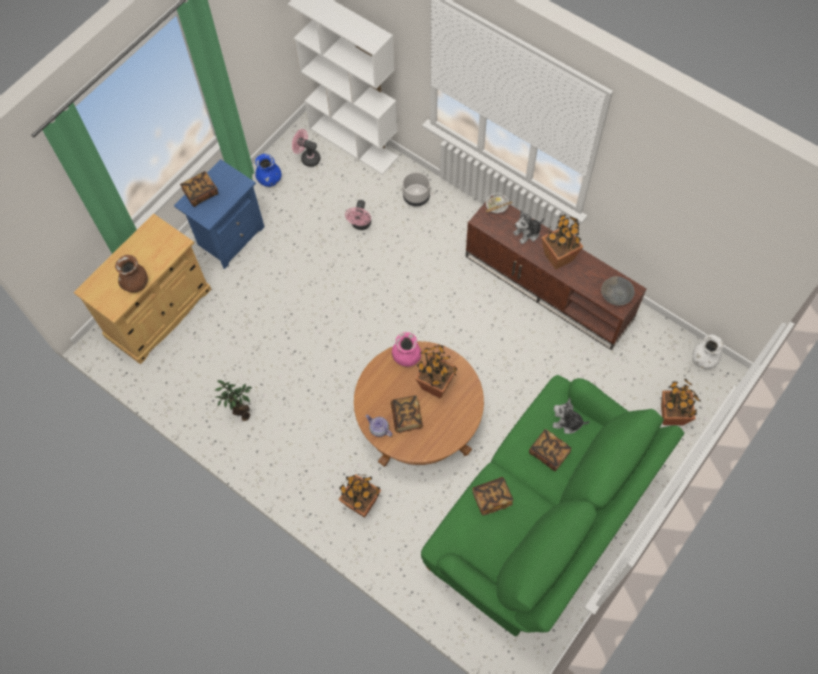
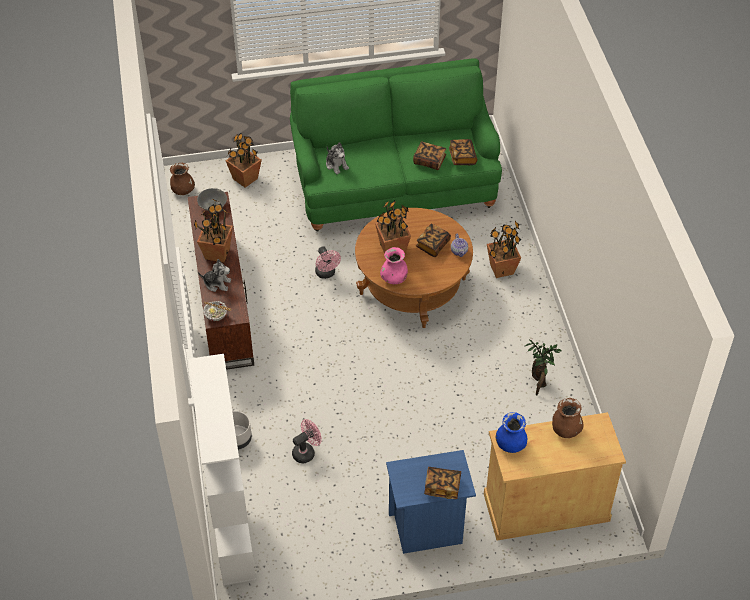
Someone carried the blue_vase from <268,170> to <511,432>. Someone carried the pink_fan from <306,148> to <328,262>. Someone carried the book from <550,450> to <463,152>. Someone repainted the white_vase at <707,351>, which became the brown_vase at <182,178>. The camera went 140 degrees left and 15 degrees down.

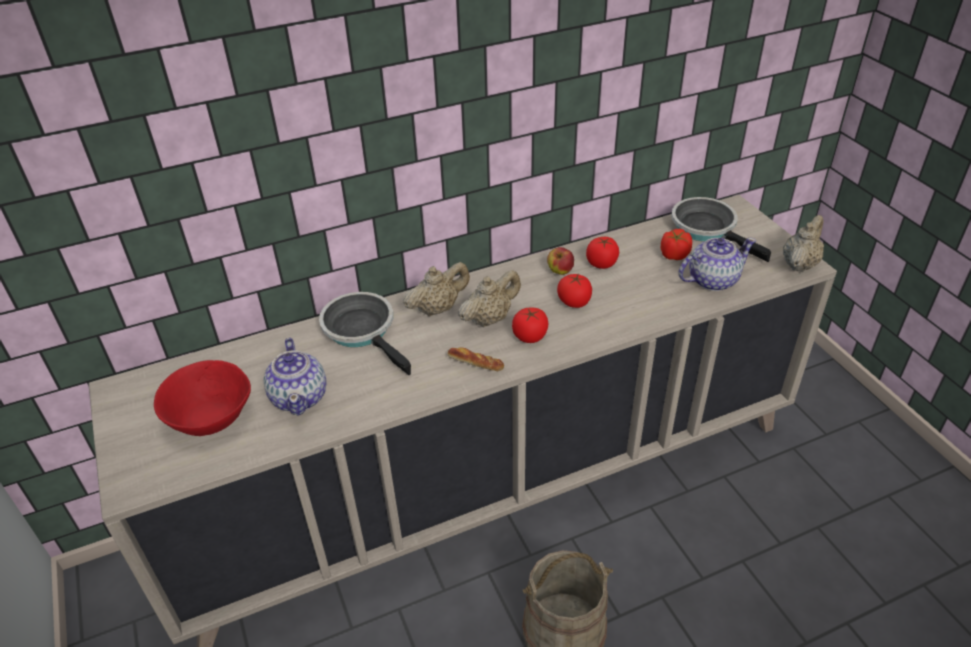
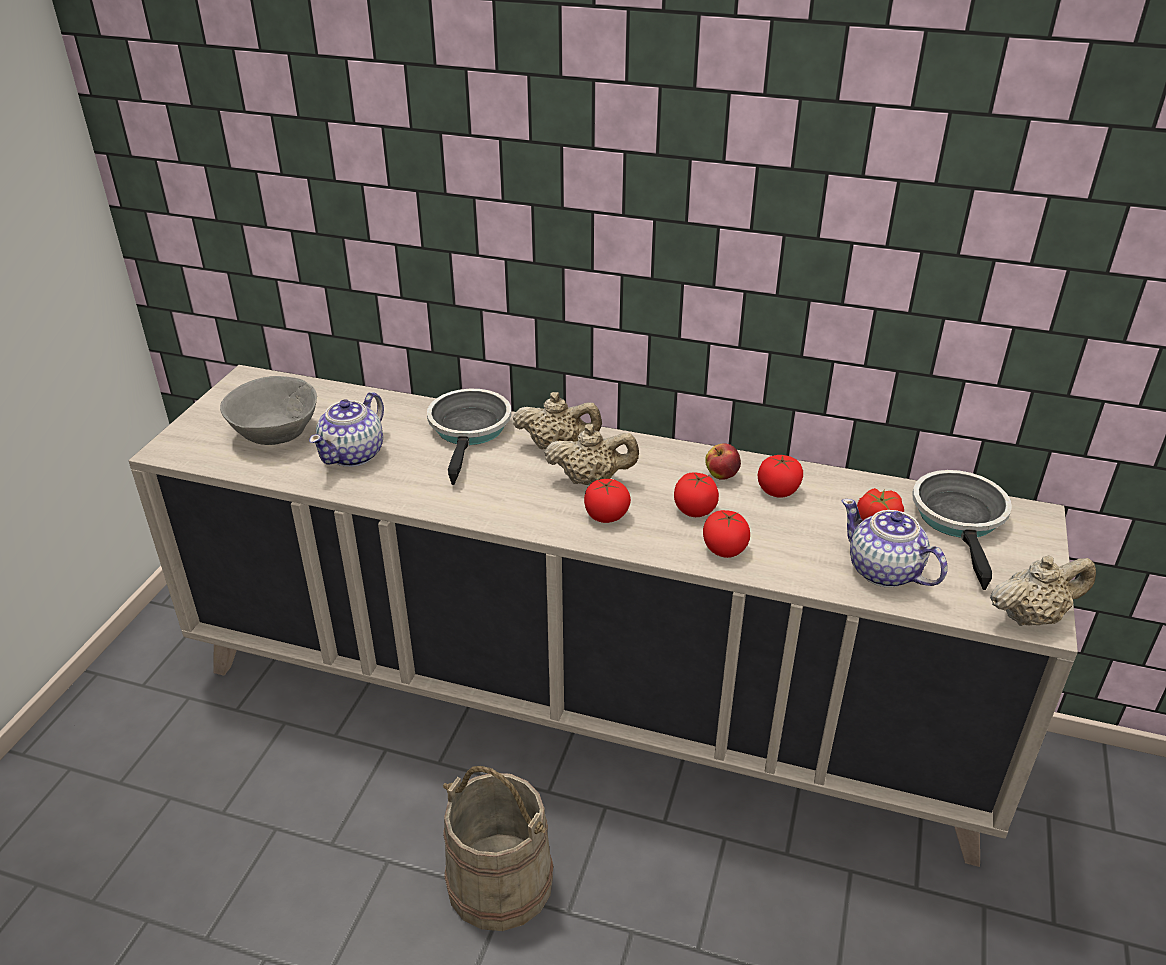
Someone repainted the red_bowl at <202,398>, which became the grey_bowl at <268,410>. Someone took away the bread at <476,359>. Someone rotated the teapot at <717,264> by 150 degrees counterclockwise. Someone put down the tomato at <726,534>. The camera went 40 degrees right and 5 degrees down.

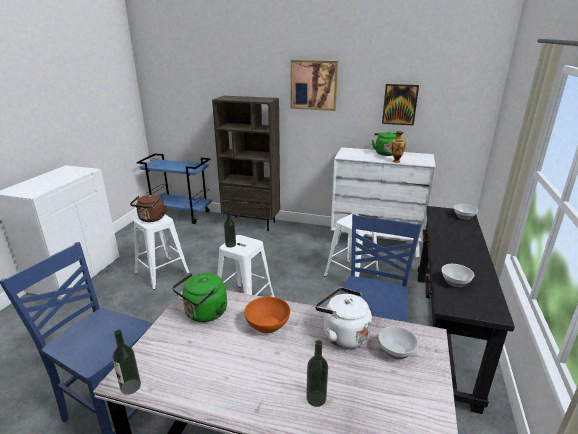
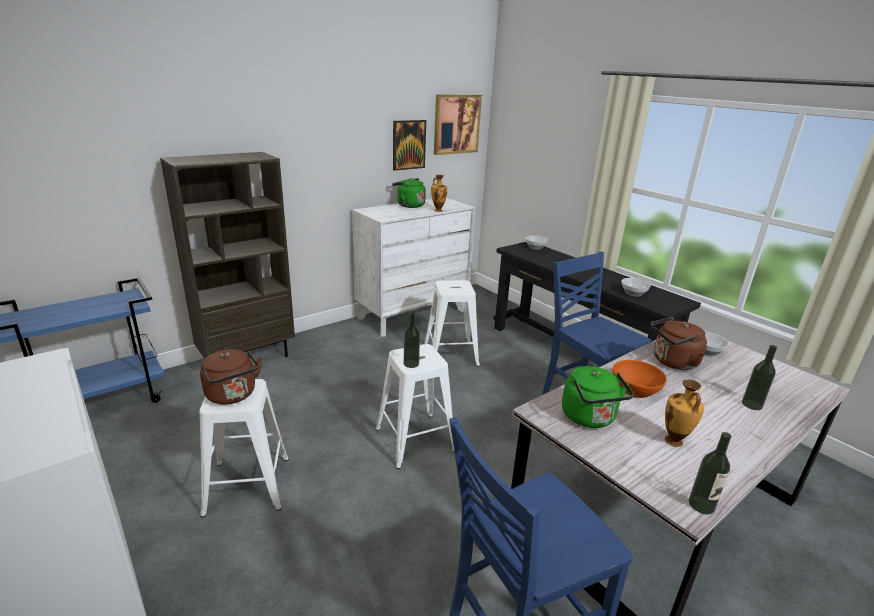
Someone carried the picture from <314,85> to <458,124>. Someone repainted the white_kettle at <343,318>, which became the brown_kettle at <678,343>. Someone put down the vase at <684,413>. The camera went 55 degrees left and 0 degrees up.

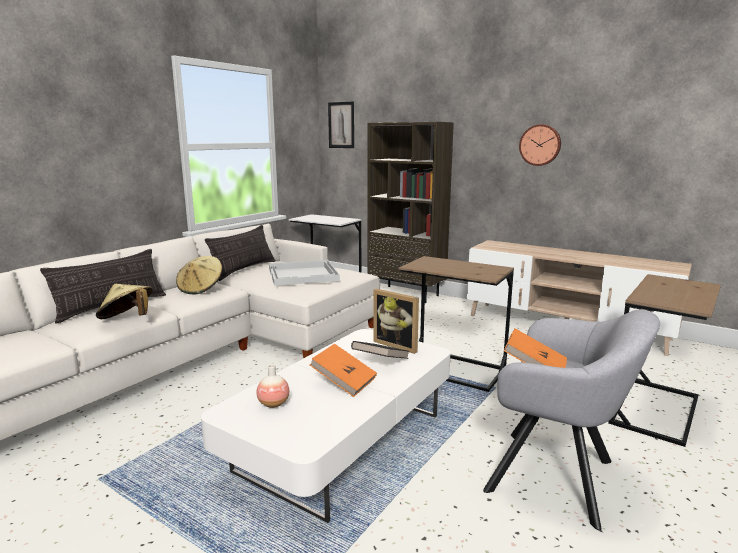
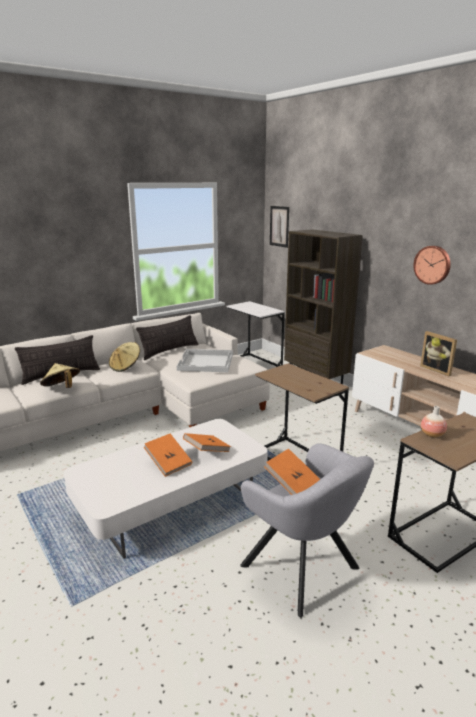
Someone carried the vase from <272,386> to <434,422>. Someone repainted the black_book at <380,350>, which became the orange_book at <207,442>. Someone carried the picture_frame from <396,321> to <438,353>. The camera went 20 degrees right and 5 degrees up.

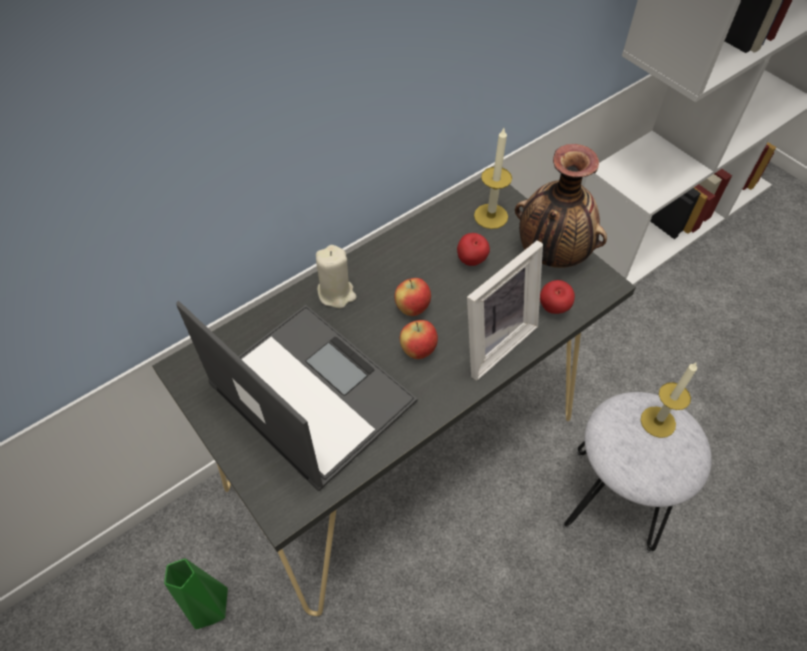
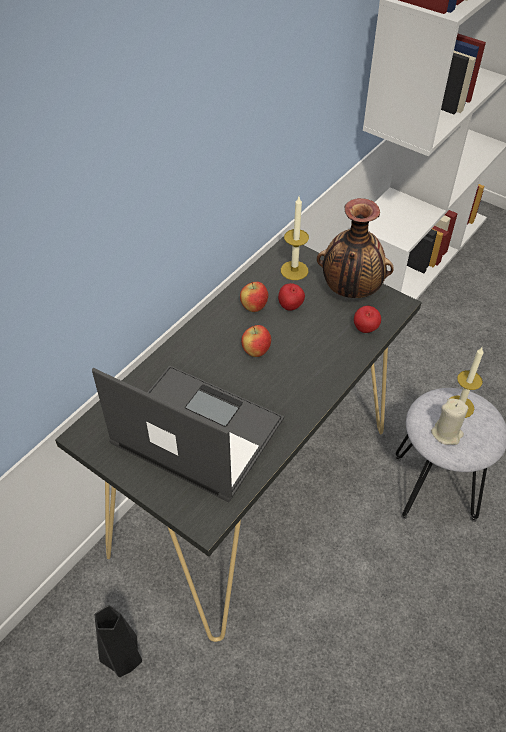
Someone repainted the green_vase at <196,594>, which became the black_vase at <118,641>. Someone carried the beige_candle from <336,276> to <449,421>. Someone carried the apple from <419,339> to <254,297>. Someone took away the picture_frame at <505,310>. The camera went 15 degrees left and 5 degrees down.

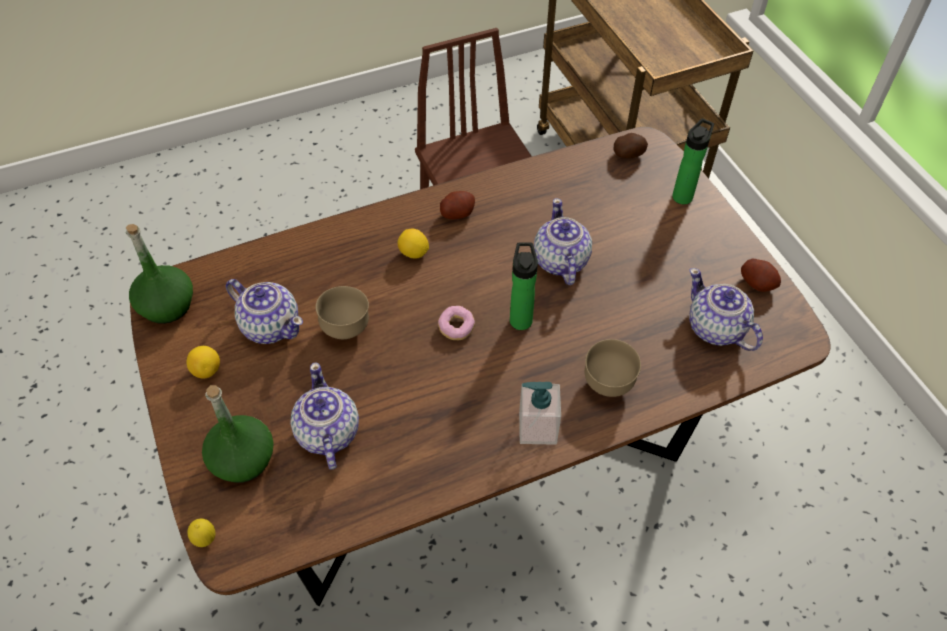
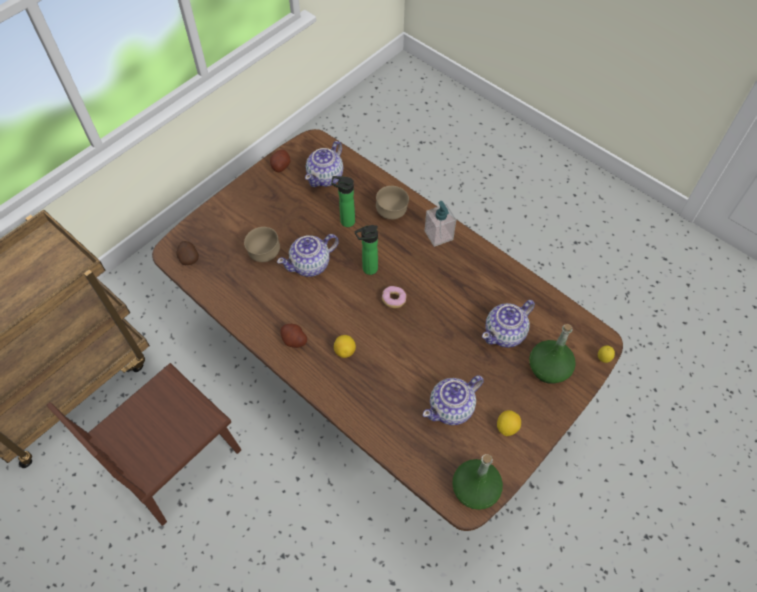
Someone rotated the teapot at <264,311> by 135 degrees counterclockwise. Someone carried the brown_bowl from <342,312> to <262,244>. Someone carried the bottle from <693,162> to <343,201>. The camera went 115 degrees left and 5 degrees up.

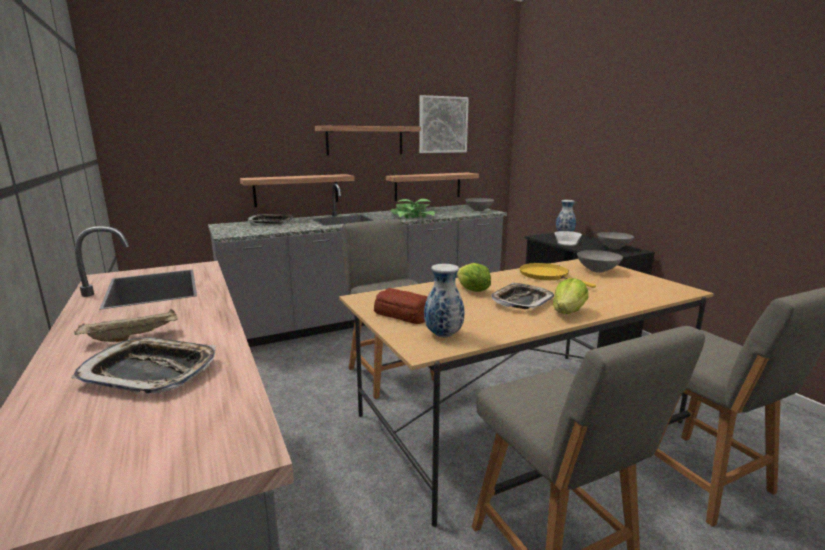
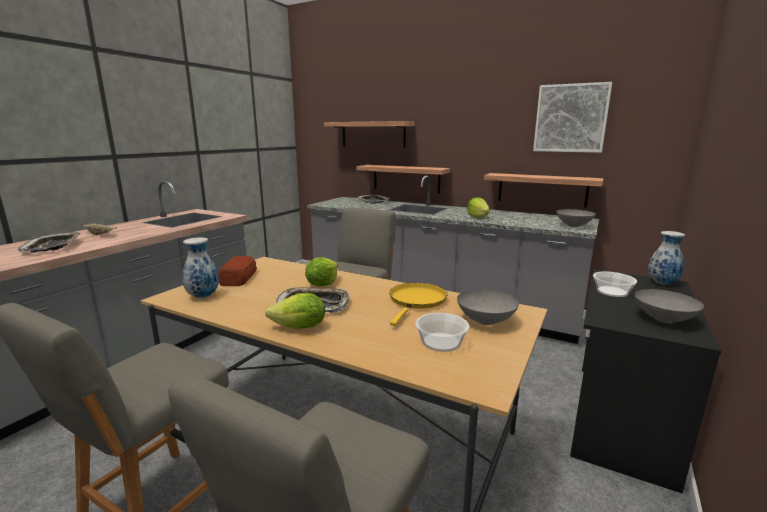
Someone carried the shelf from <368,140> to <369,134>. Someone swapped the potted_plant at <413,208> for the lettuce at <478,207>. Someone put down the bowl at <442,332>. The camera went 55 degrees right and 0 degrees up.

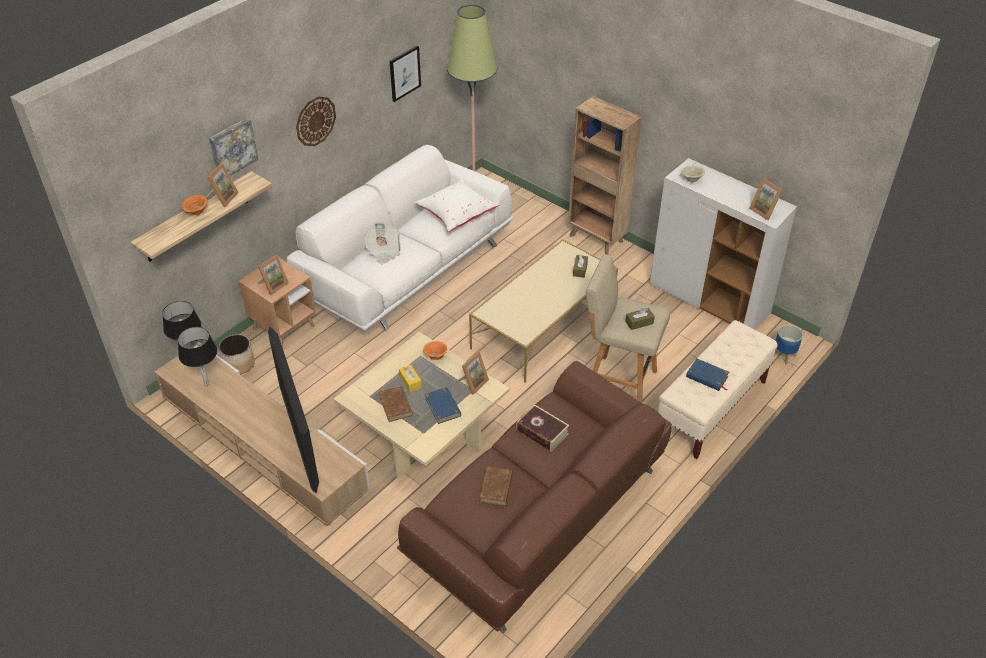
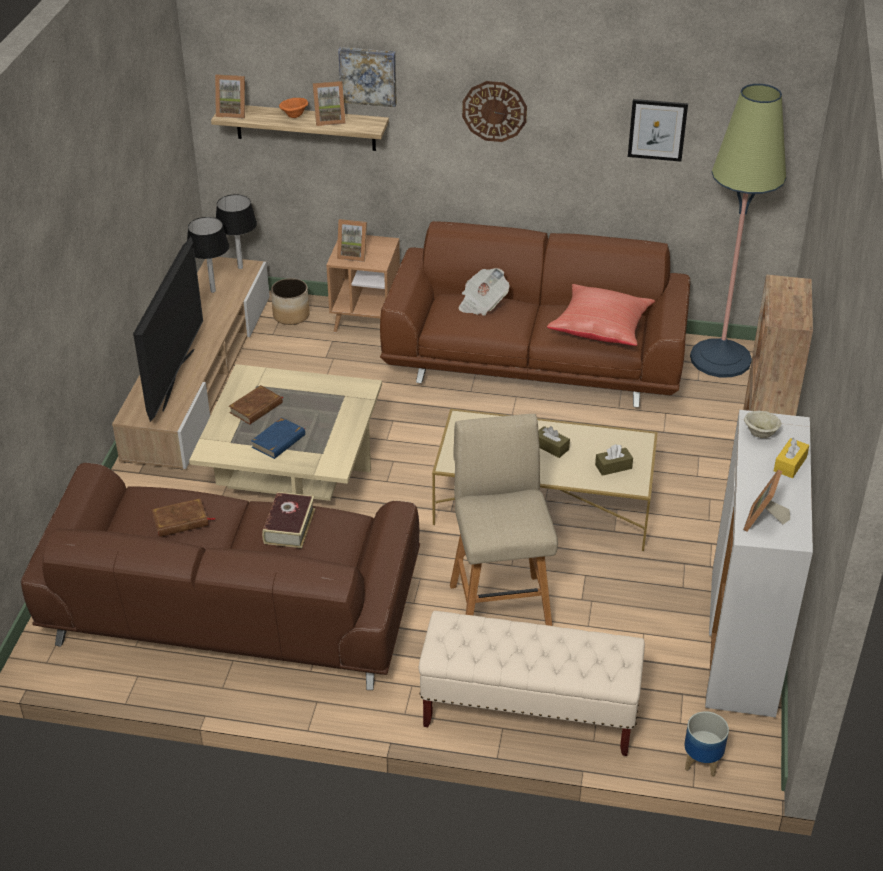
Someone rotated the television at <293,409> by 150 degrees clockwise. Someone repainted the white_sofa at <400,238>, which became the brown_sofa at <535,314>. Someone carried the yellow_tissue_box from <410,378> to <791,457>. Someone repainted the white_pillow at <457,205>, which became the red_pillow at <601,315>. Someone took away the orange_bowl at <435,350>. Someone carried the picture_frame from <472,373> to <230,96>. Someone carried the brown_tissue_box from <640,319> to <554,442>. Someone took away the blue_book at <707,375>. The camera went 60 degrees right and 5 degrees down.

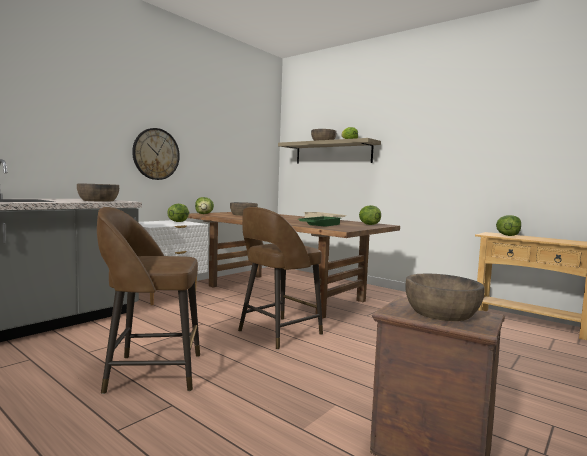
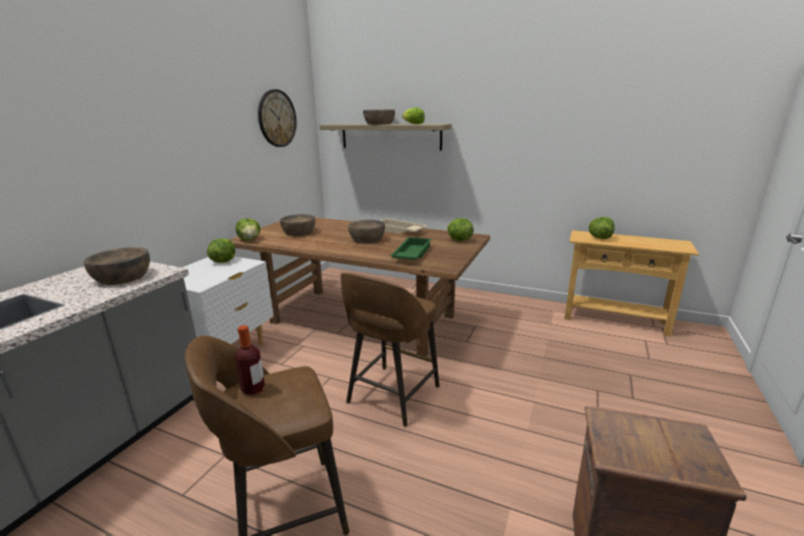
Someone carried the wall_clock from <156,154> to <277,118>. Someone carried the brown_bowl from <445,297> to <366,231>. Someone put down the bottle at <250,360>. The camera went 15 degrees left and 15 degrees up.

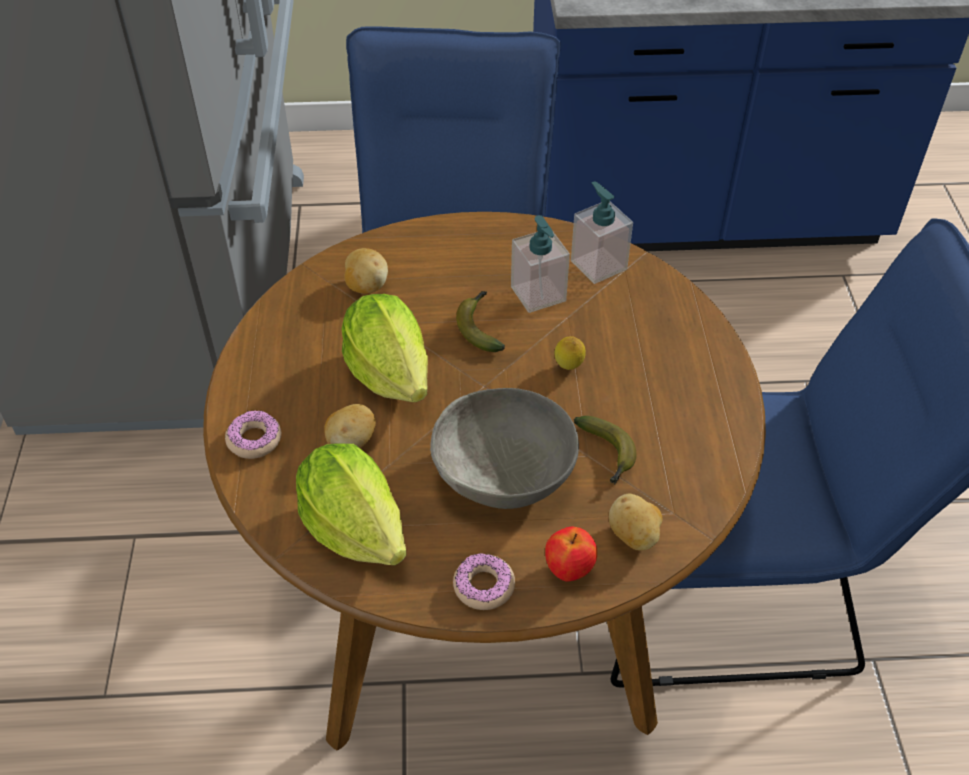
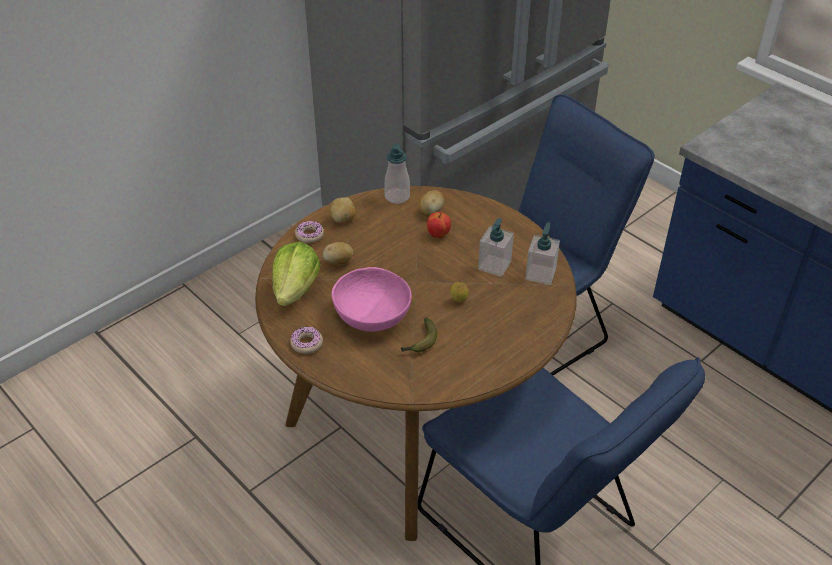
Someone took away the lettuce at <385,348>. Someone repainted the grey_bowl at <504,448>, which became the pink_bowl at <372,299>. Someone took away the banana at <480,321>. Someone carried the apple from <571,554> to <439,225>. Someone carried the potato from <635,522> to <342,210>. Someone put down the soap_dispenser at <397,174>. The camera went 50 degrees right and 5 degrees down.

